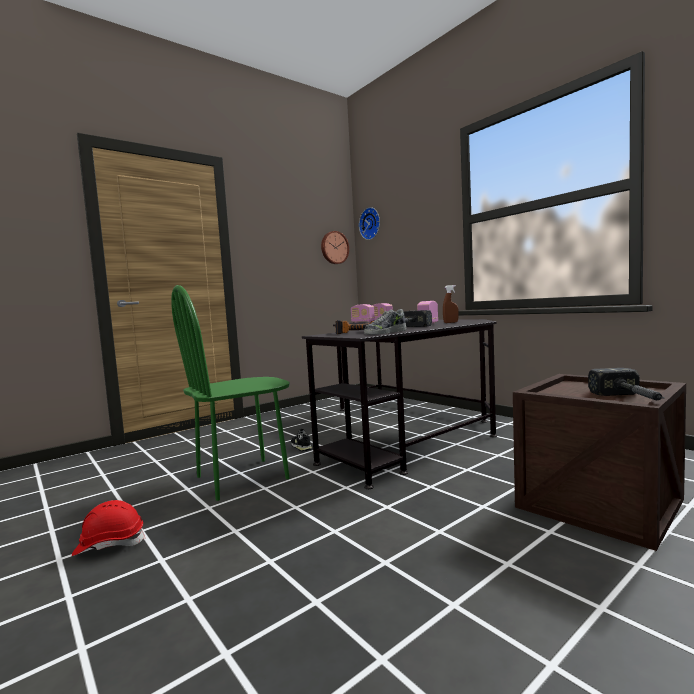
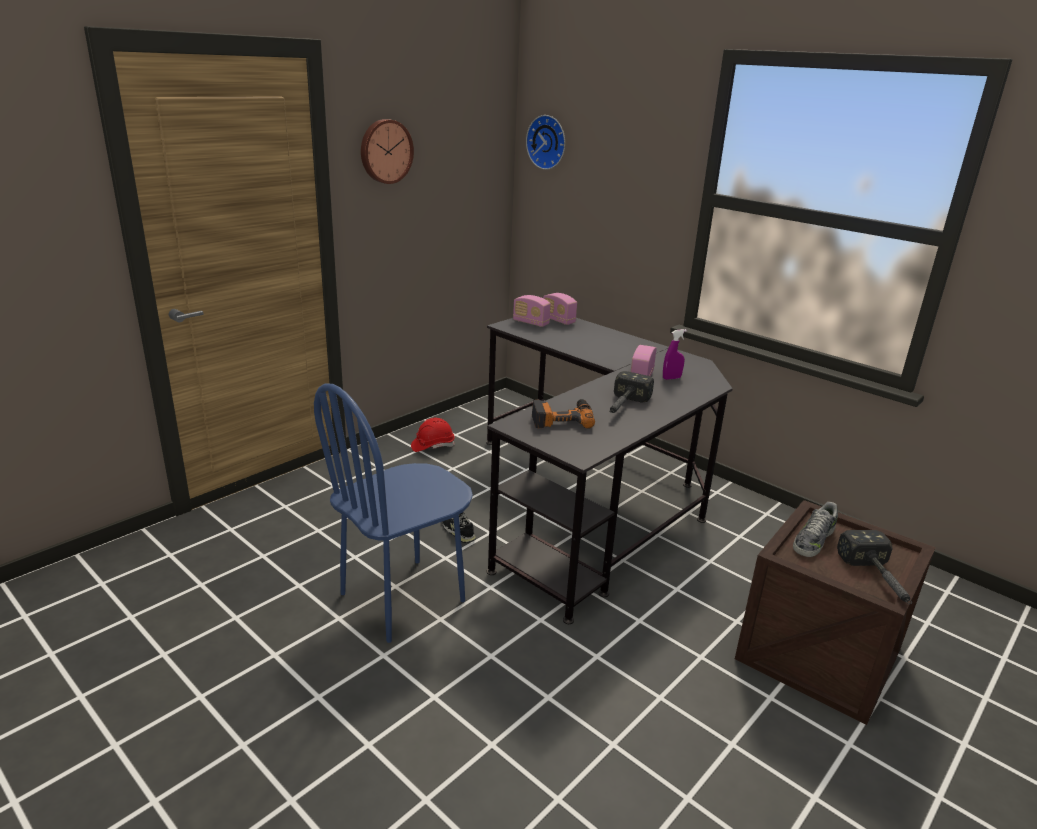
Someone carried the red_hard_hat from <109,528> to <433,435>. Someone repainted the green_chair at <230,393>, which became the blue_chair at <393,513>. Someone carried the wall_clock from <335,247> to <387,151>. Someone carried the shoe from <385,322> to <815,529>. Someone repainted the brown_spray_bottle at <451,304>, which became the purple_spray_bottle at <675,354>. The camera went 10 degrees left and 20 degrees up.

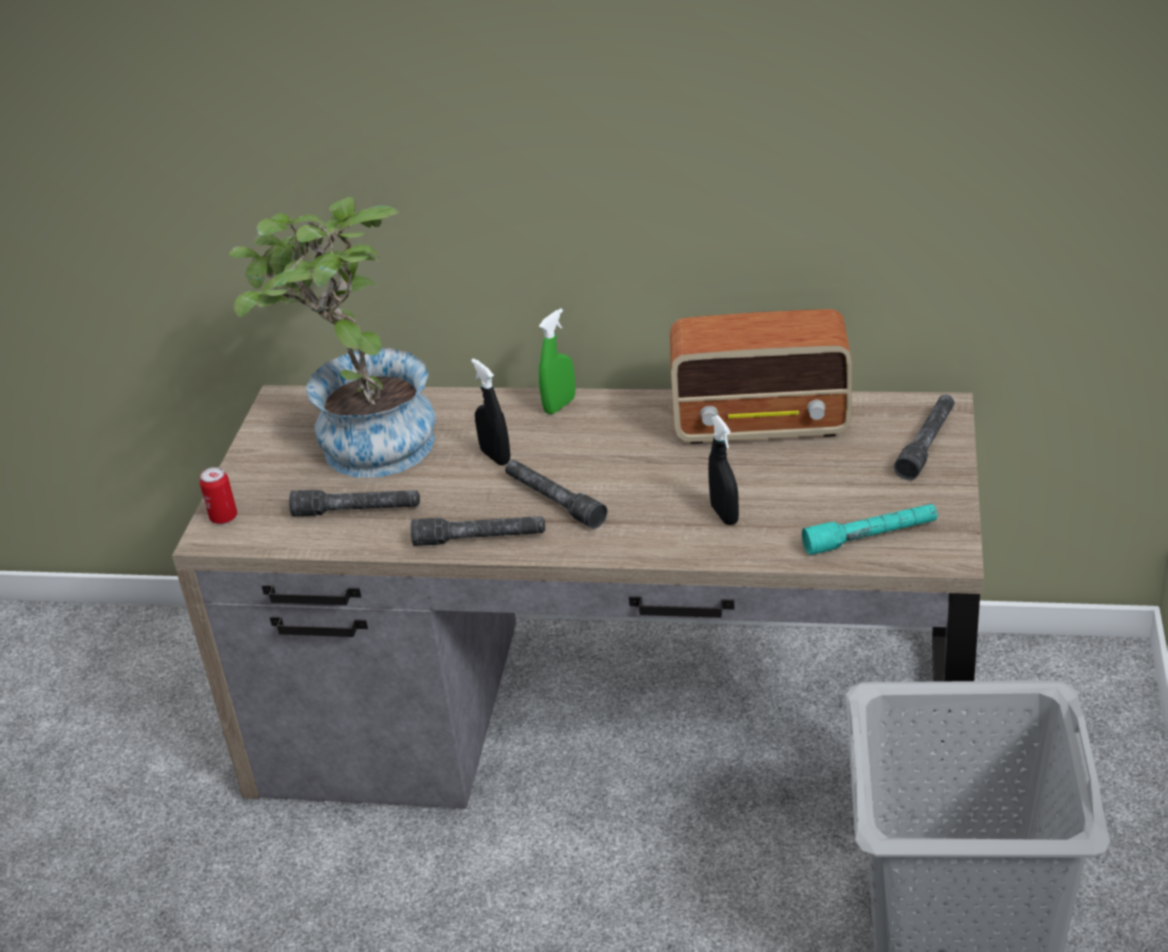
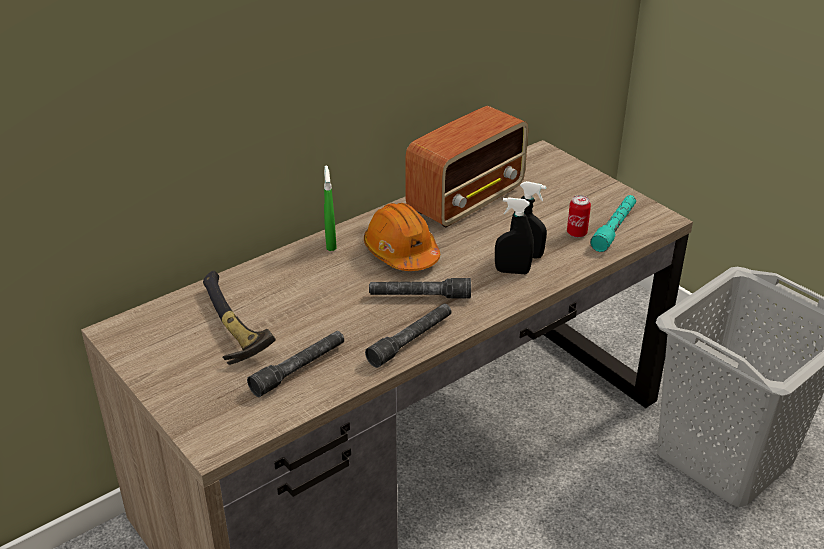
Someone carried the can from <218,495> to <579,216>. Someone swapped the potted_plant at <332,337> for the hammer at <239,318>. Someone carried the black_spray_bottle from <490,412> to <514,235>. Someone took away the grey_flashlight at <924,437>. Someone put down the orange_hard_hat at <402,237>. The camera went 50 degrees left and 0 degrees up.

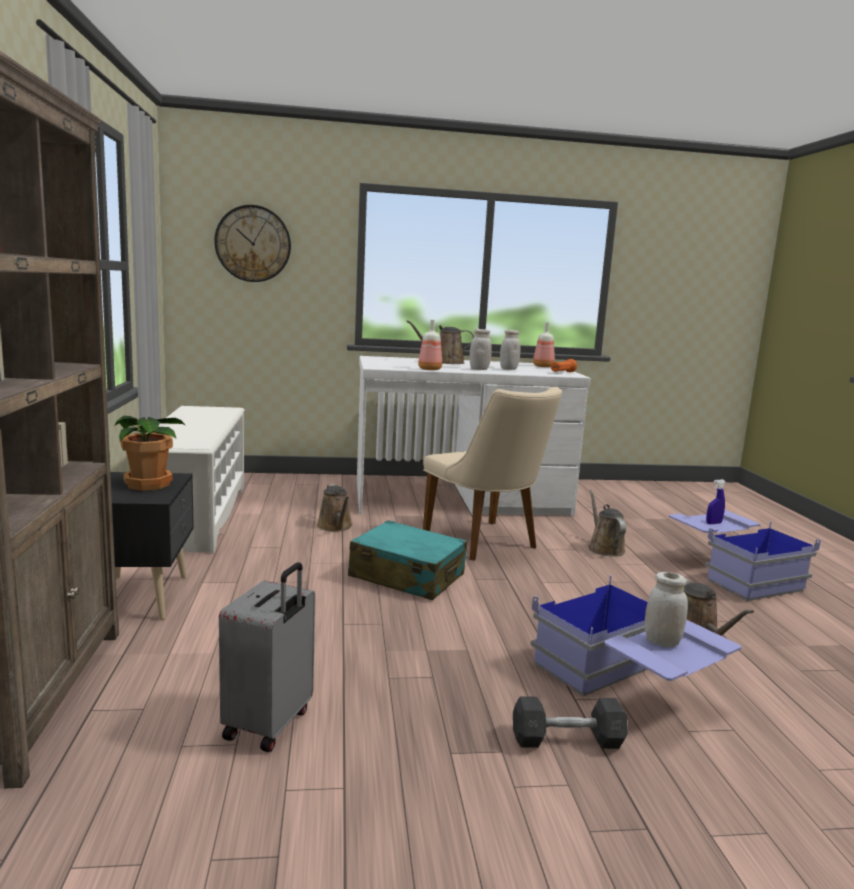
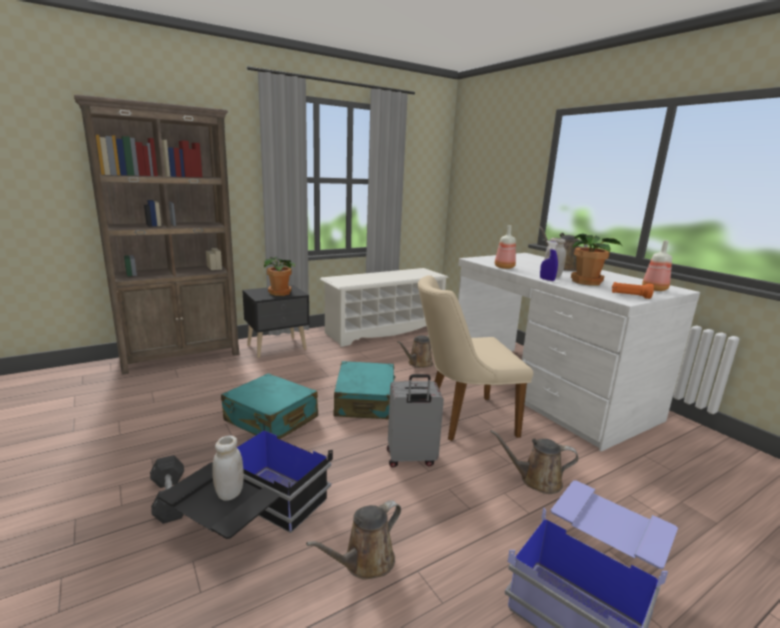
Someone took away the wall_clock at <252,243>. Someone carried the grey_suitcase from <267,657> to <415,420>. Someone rotated the beige_chair at <492,474> by 45 degrees clockwise. Someone swapped the white_jar at <510,350> for the potted_plant at <596,259>. Someone repainted the blue_storage_box at <635,635>, which became the black_storage_box at <246,481>. Someone rotated the brown_watering_can at <607,523> by 135 degrees counterclockwise. Someone carried the blue_spray_bottle from <715,502> to <549,261>. Someone put down the turquoise_suitcase at <269,406>. The camera went 65 degrees right and 5 degrees up.

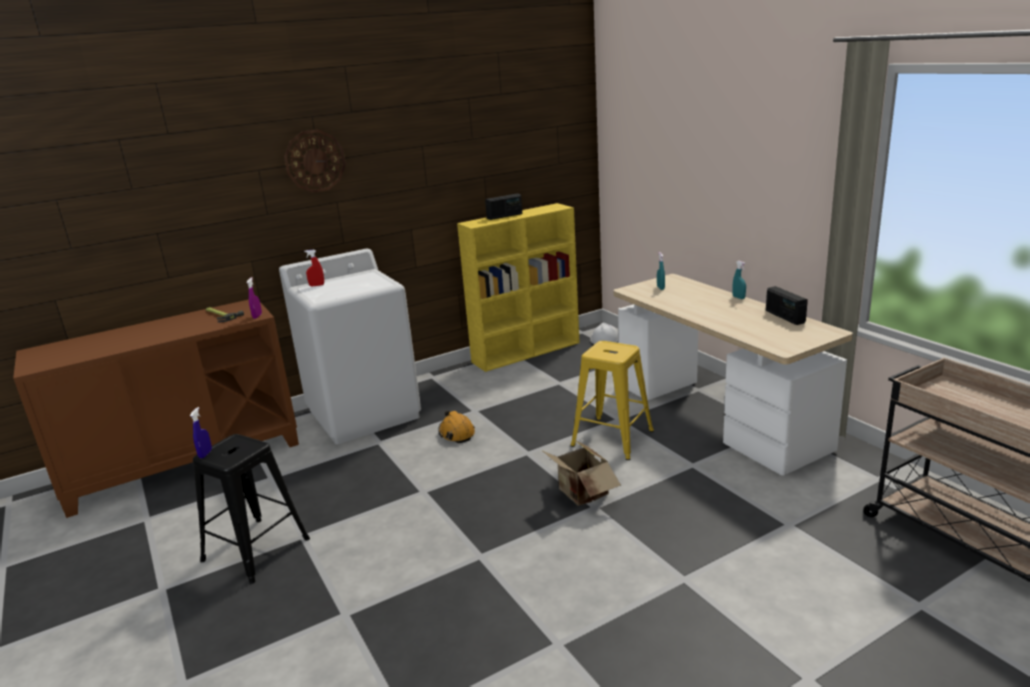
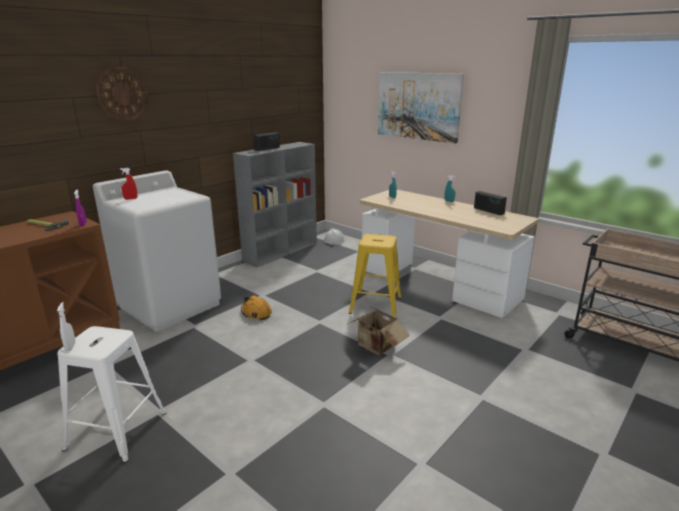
Someone repainted the blue_spray_bottle at <201,432>, which became the white_spray_bottle at <66,326>. Someone repainted the black_stool at <251,509>, which became the white_stool at <111,394>. Someone repainted the yellow_bookcase at <518,287>, which became the grey_bookcase at <275,204>. Someone put up the picture at <421,107>. The camera went 20 degrees left and 0 degrees up.

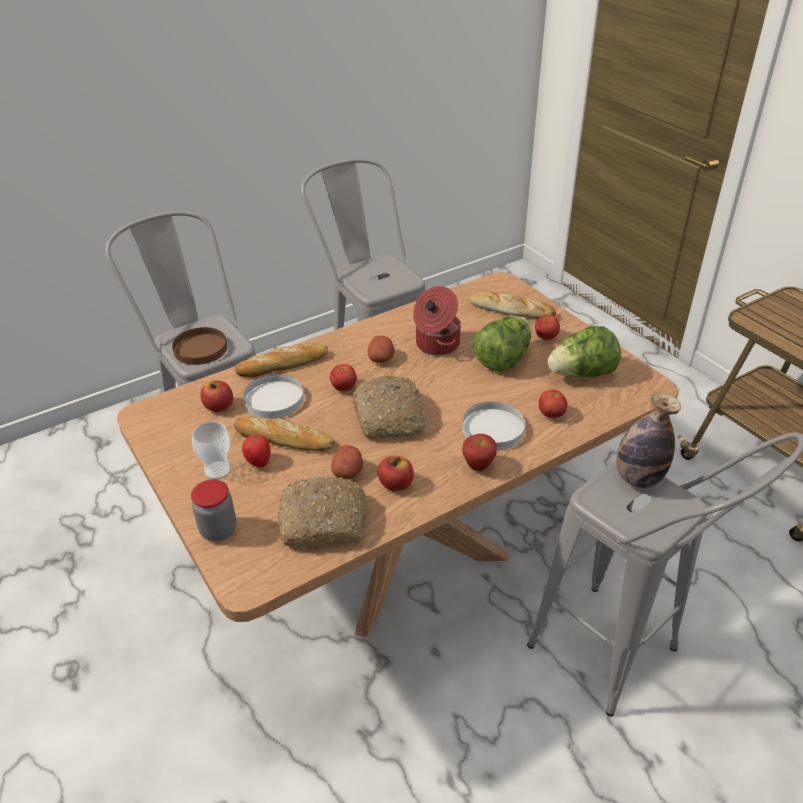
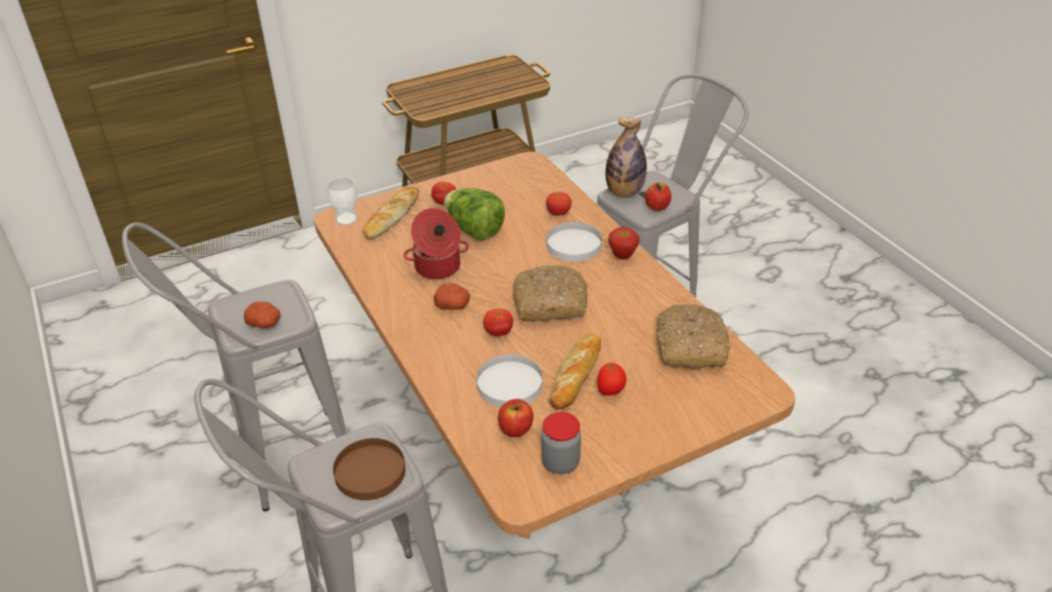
Someone carried the jar from <213,510> to <561,443>. Someone carried the cup from <211,450> to <342,201>. Someone took away the bread at <281,360>. Someone carried the potato from <347,462> to <262,314>. Someone carried the apple from <396,473> to <658,197>. Someone took away the lettuce at <584,352>. The camera went 85 degrees left and 0 degrees up.

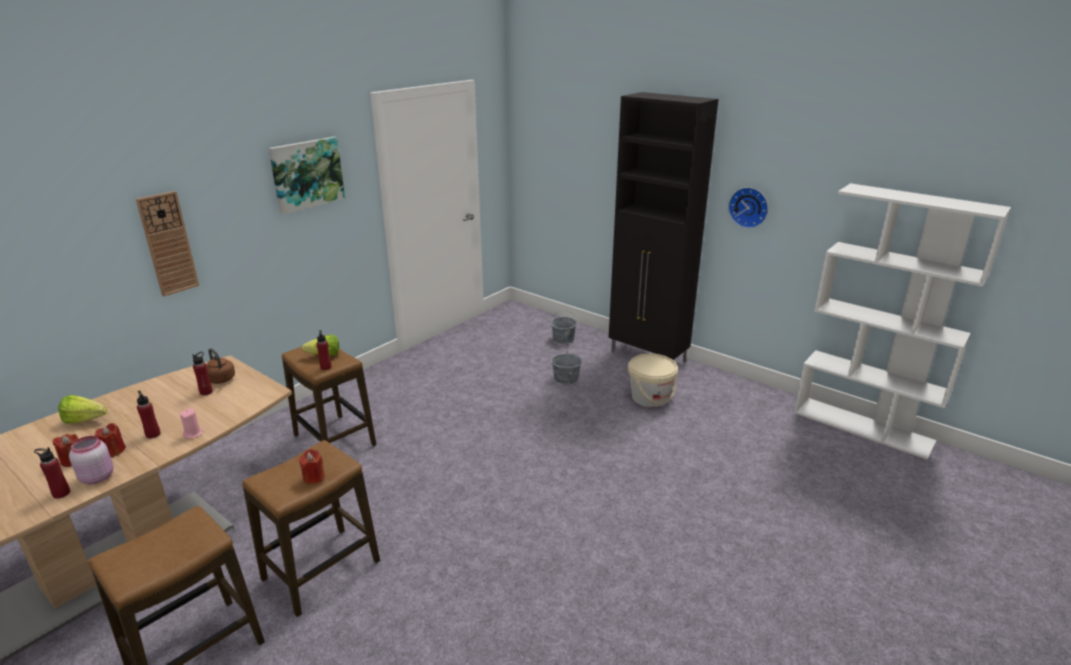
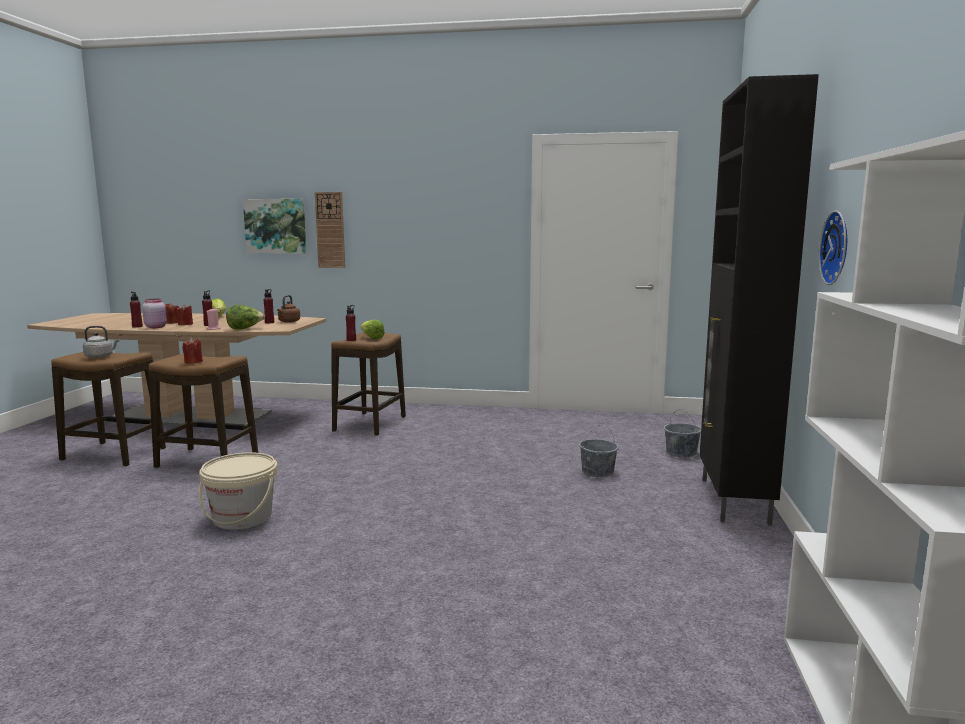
Someone carried the picture from <306,175> to <274,226>. Someone carried the beige_bucket from <653,380> to <238,491>. Someone put down the grey_kettle at <101,342>. Someone put down the lettuce at <245,317>. The camera went 60 degrees right and 15 degrees down.

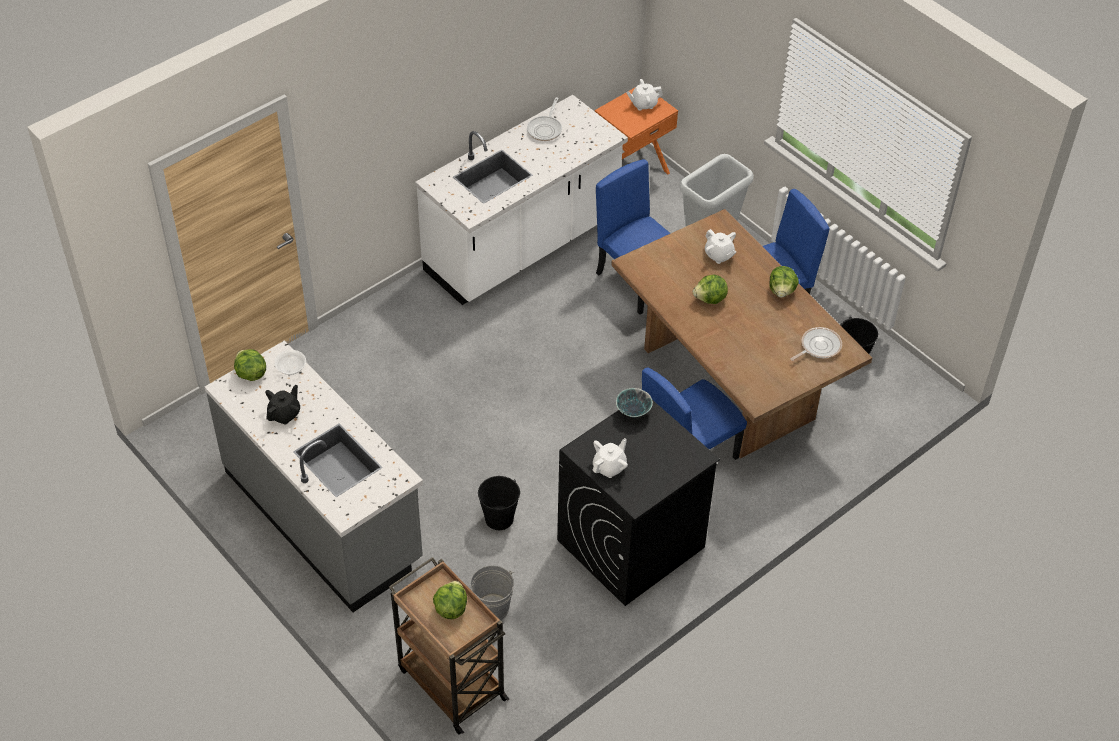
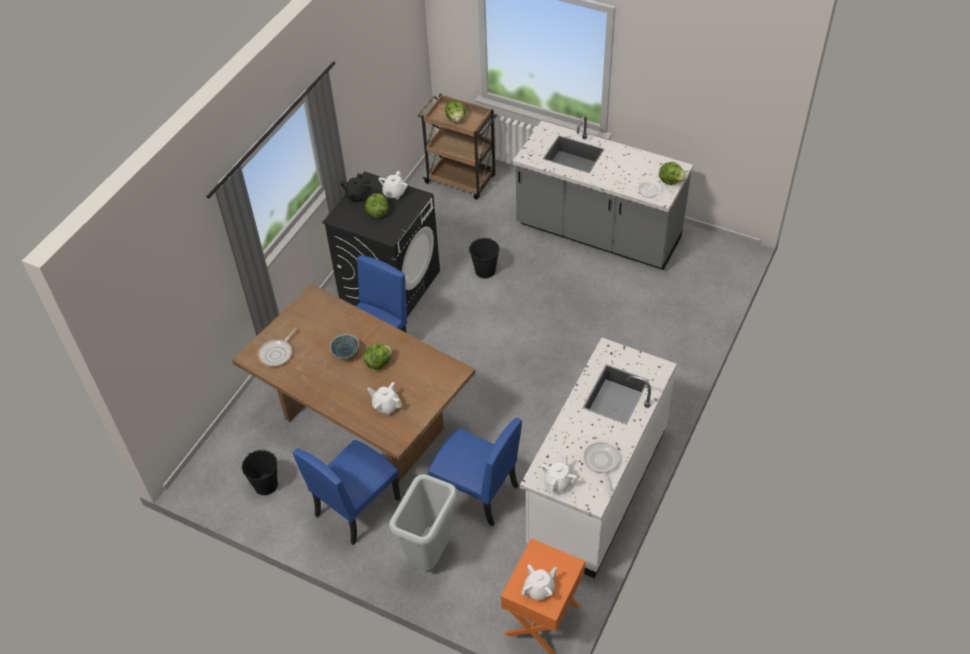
Someone carried the black_teapot from <282,405> to <355,187>. Someone took away the grey_bucket at <492,592>. Someone carried the bowl from <634,402> to <344,346>. Someone carried the lettuce from <784,282> to <376,205>. Someone put down the white_teapot at <559,473>. The camera went 160 degrees right and 0 degrees up.

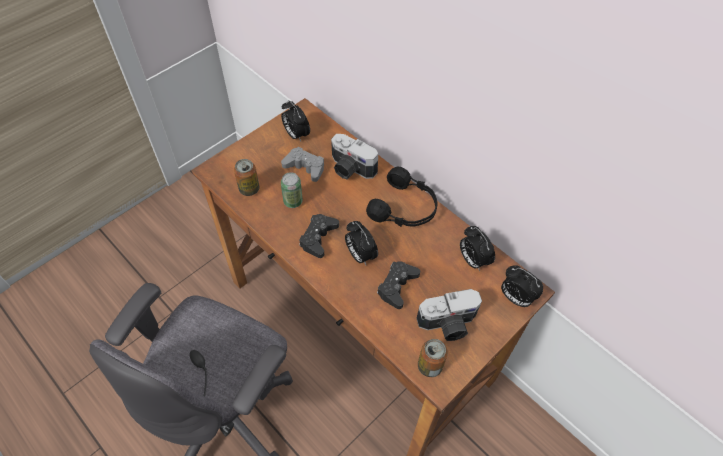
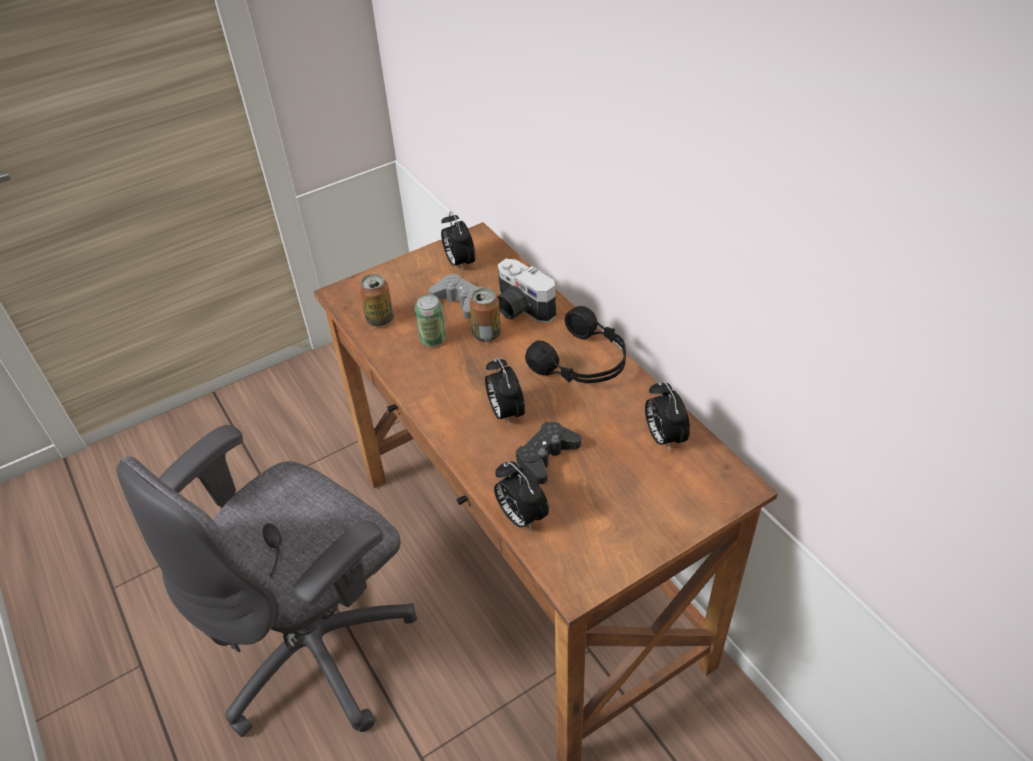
Someone took away the black_game_controller at <319,236>. Someone took away the photo_camera at <449,315>. Someone carried the can from <433,358> to <485,315>. Someone carried the alarm_clock from <522,286> to <521,496>. The camera went 15 degrees right and 10 degrees down.

